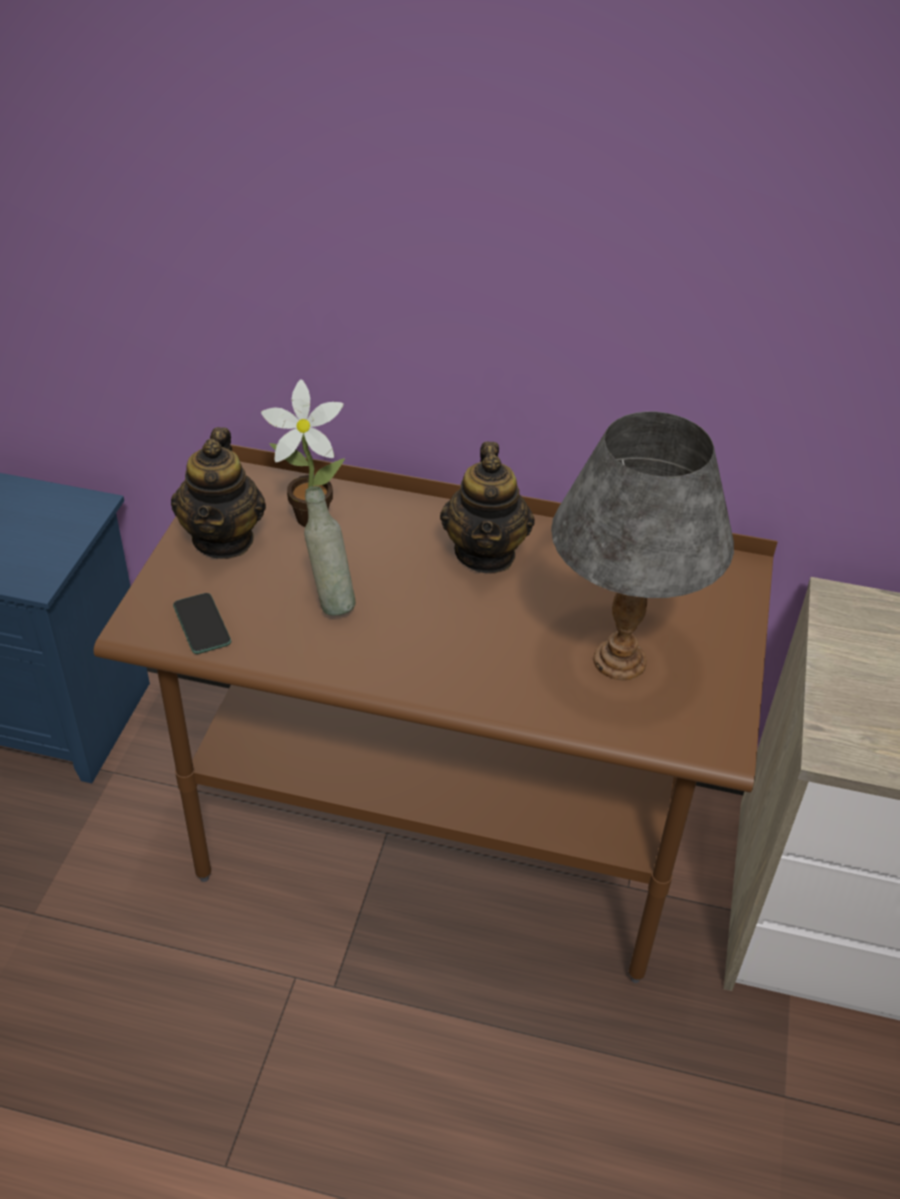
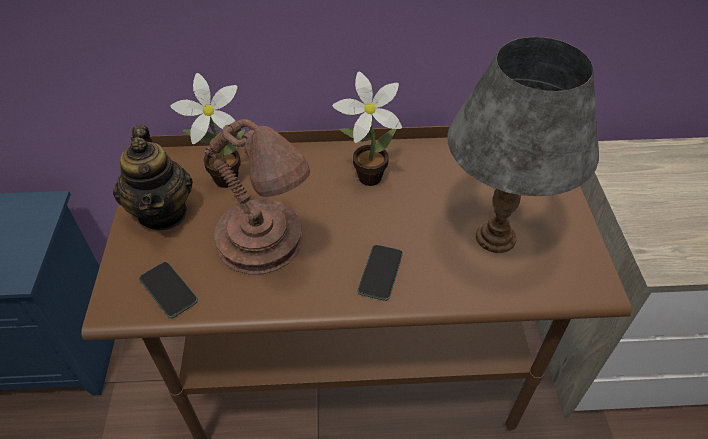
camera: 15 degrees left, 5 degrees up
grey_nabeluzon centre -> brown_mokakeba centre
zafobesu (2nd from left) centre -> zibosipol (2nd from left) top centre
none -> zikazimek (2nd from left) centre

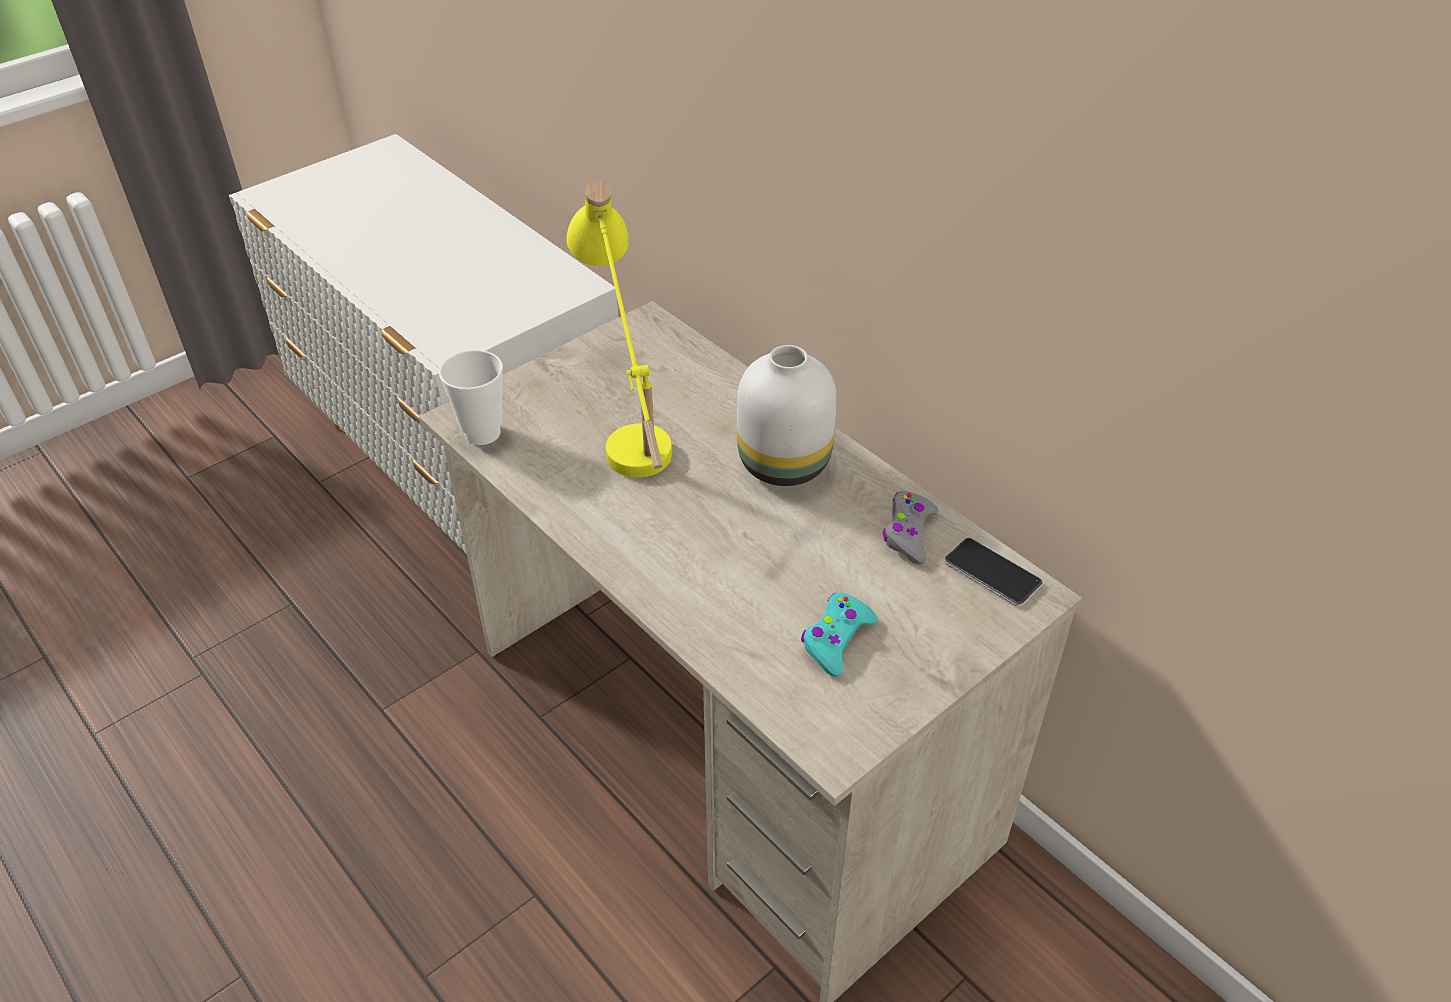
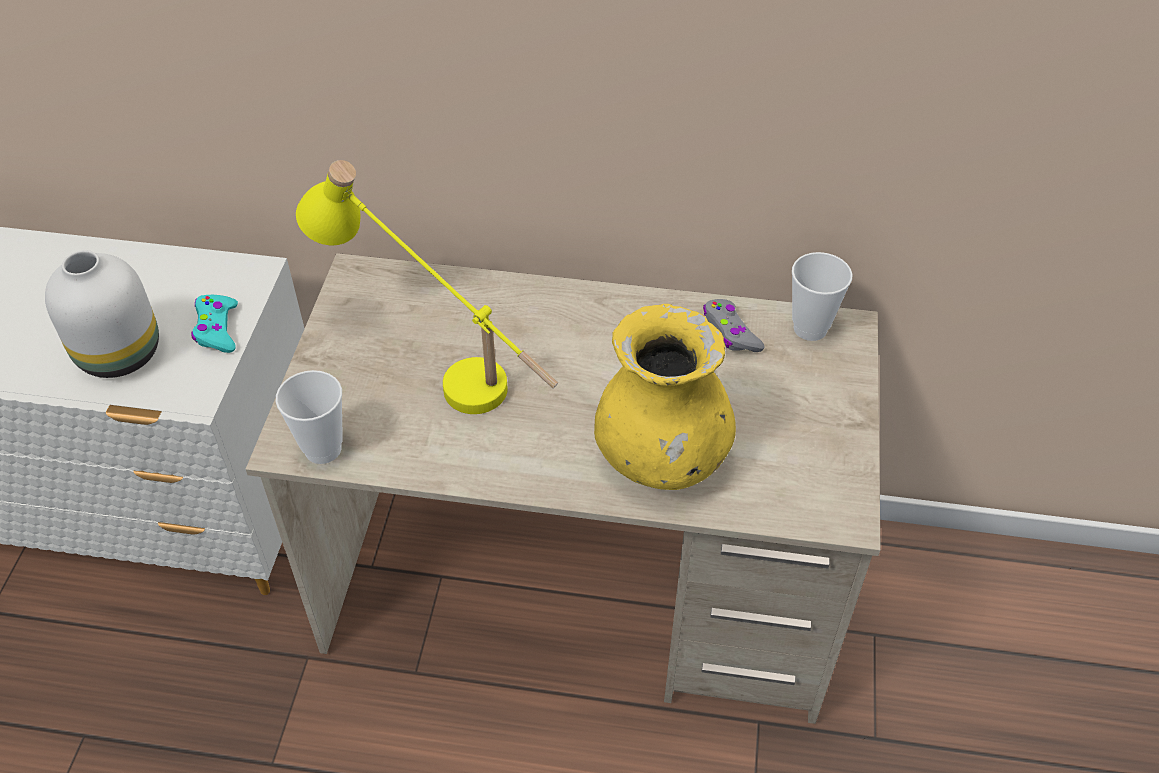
camera: 40 degrees left, 5 degrees up
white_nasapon centre -> white_nasapon middle left, moved
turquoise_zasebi centre -> turquoise_zasebi middle left, moved
zikazimek middle right -> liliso (2nd from left) middle right
none -> yellow_nasapon centre

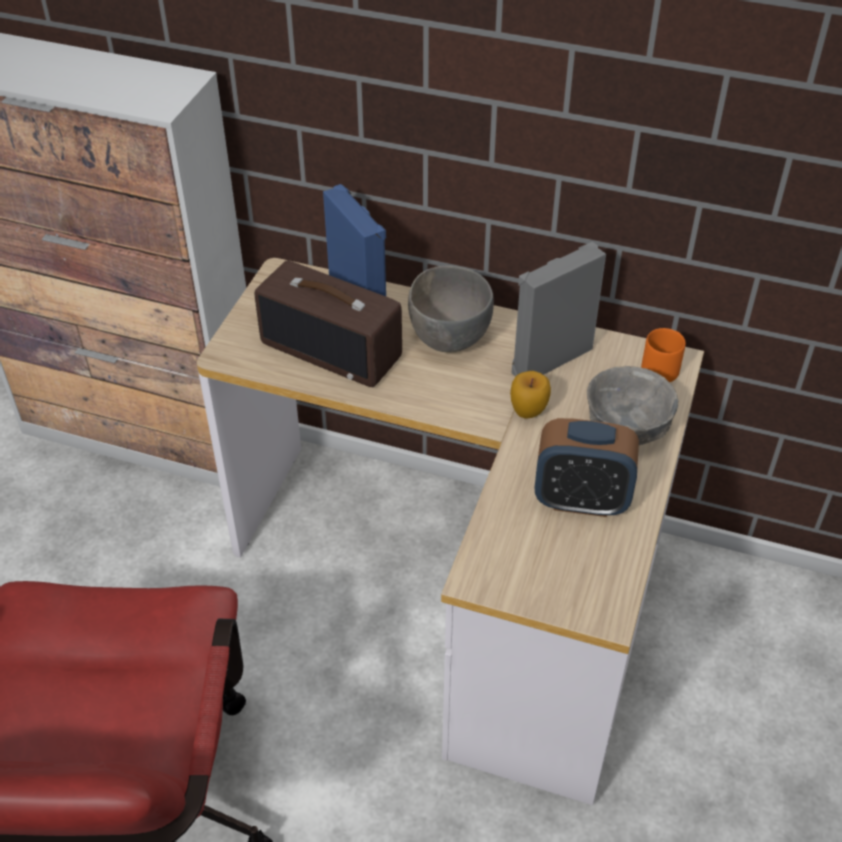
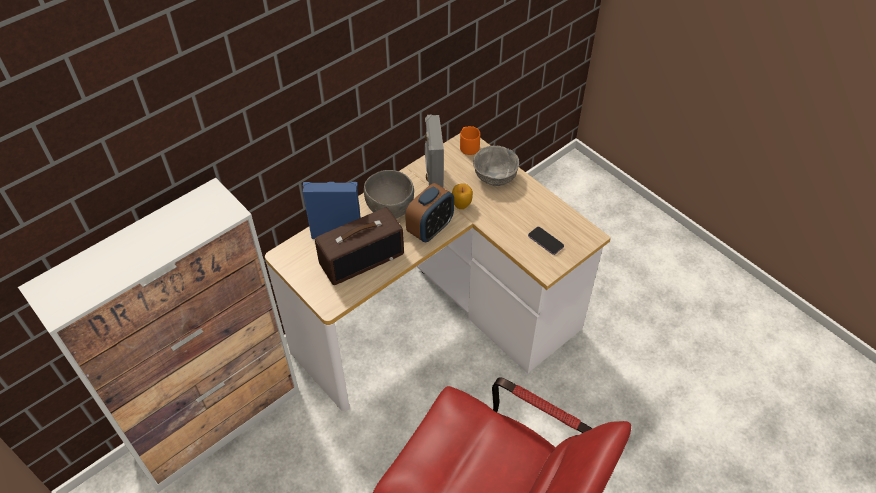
camera: 60 degrees left, 5 degrees up
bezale middle right -> bezale centre, moved
none -> zikazimek centre

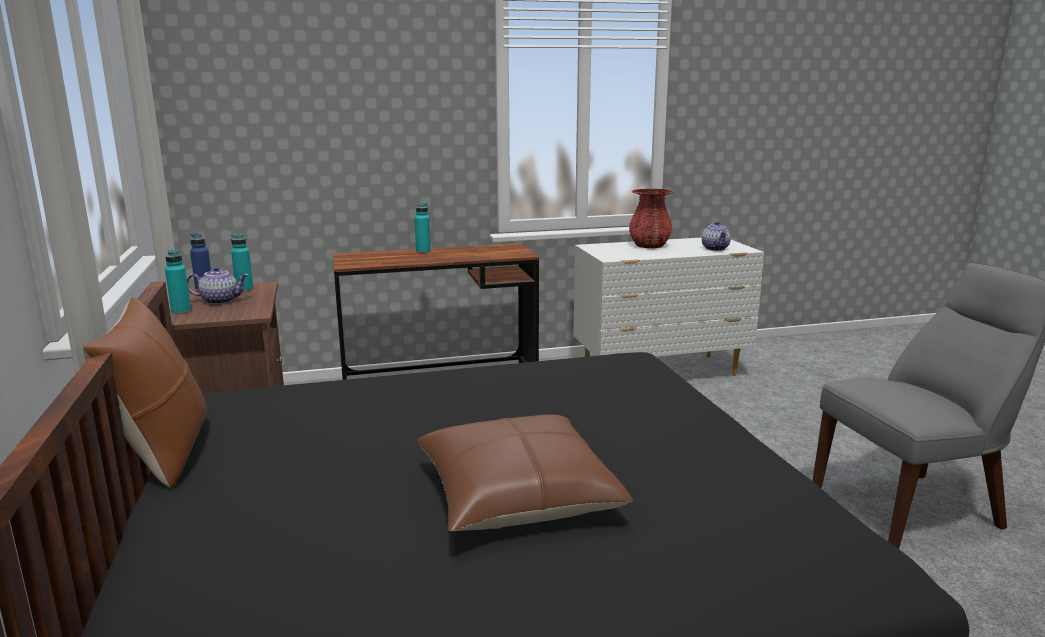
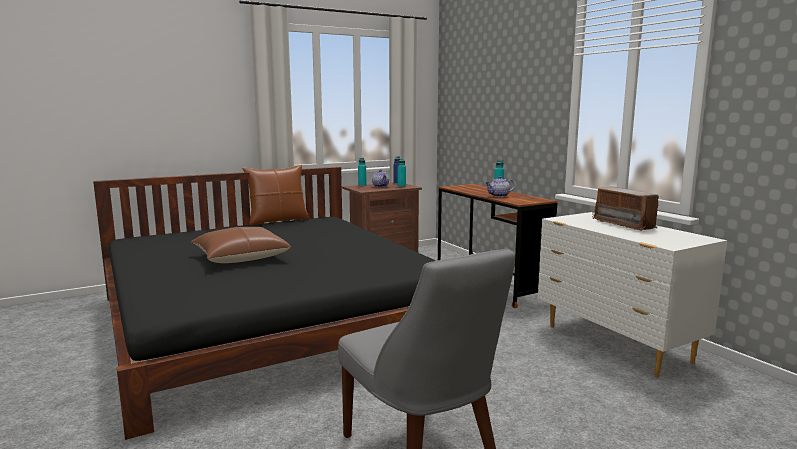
camera: 75 degrees right, 5 degrees down
red_nasapon centre -> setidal middle right
zafobesu (2nd from left) middle right -> zafobesu (2nd from left) centre, moved

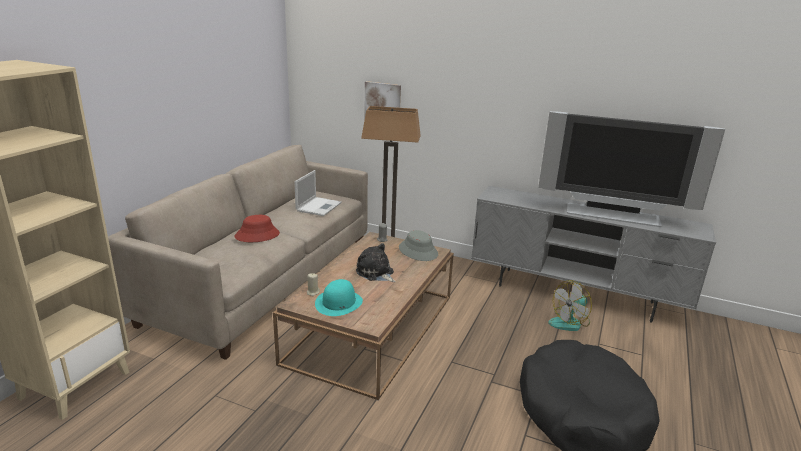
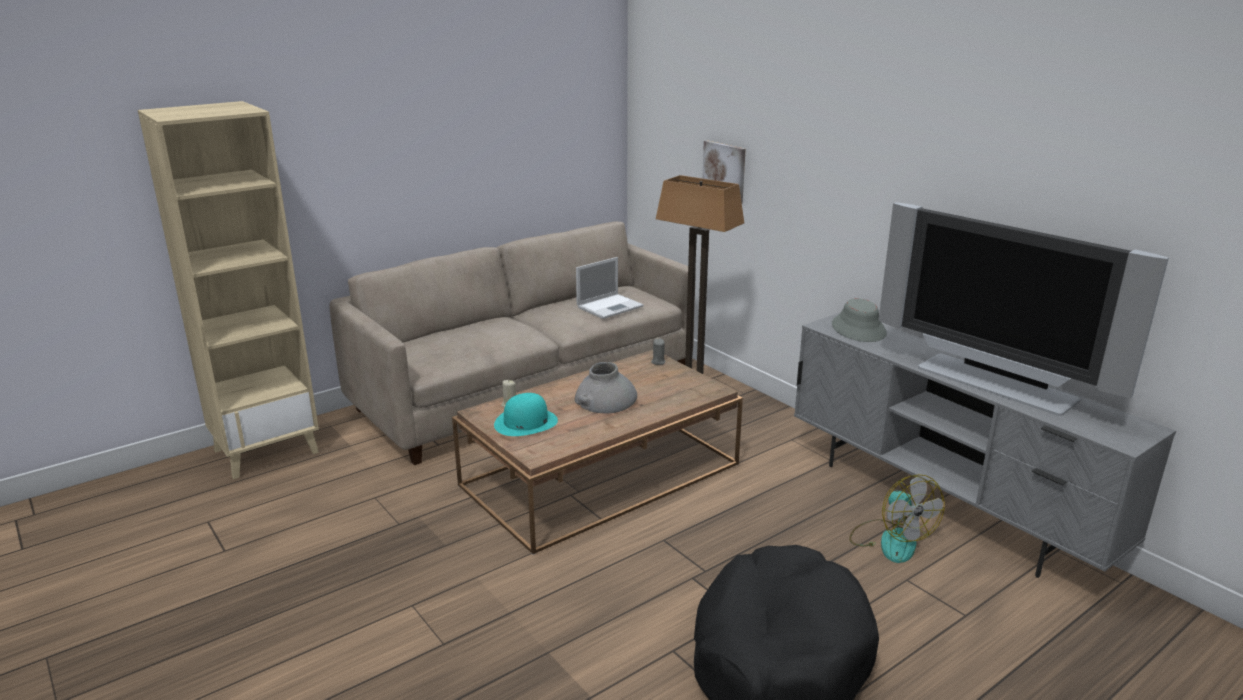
camera: 30 degrees right, 0 degrees up
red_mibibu middle left -> none
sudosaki centre -> grey_nasapon centre
grey_mibibu centre -> grey_mibibu middle right, moved
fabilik bottom right, 105 degrees counterclockwise

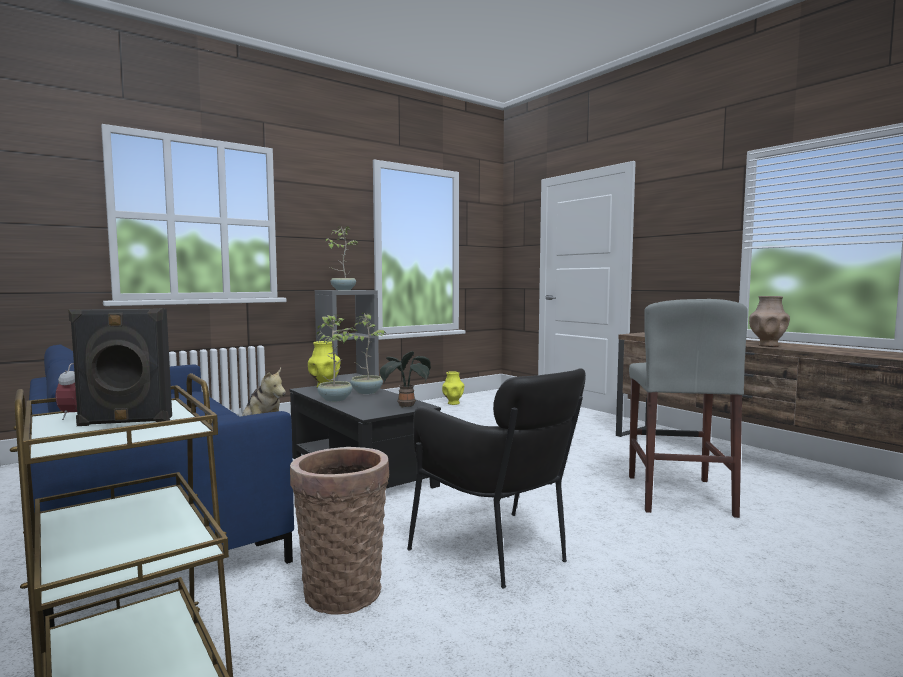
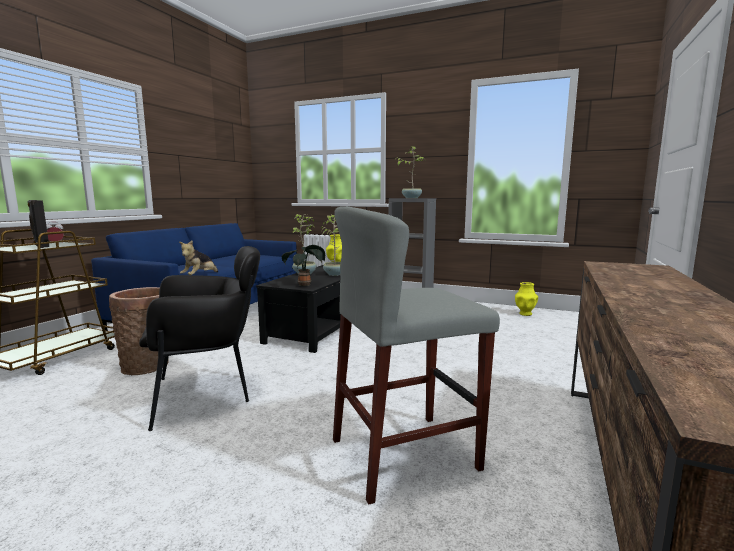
camera: 60 degrees right, 5 degrees up
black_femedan bottom centre -> black_femedan middle left, 135 degrees counterclockwise
brown_nasapon middle right -> none

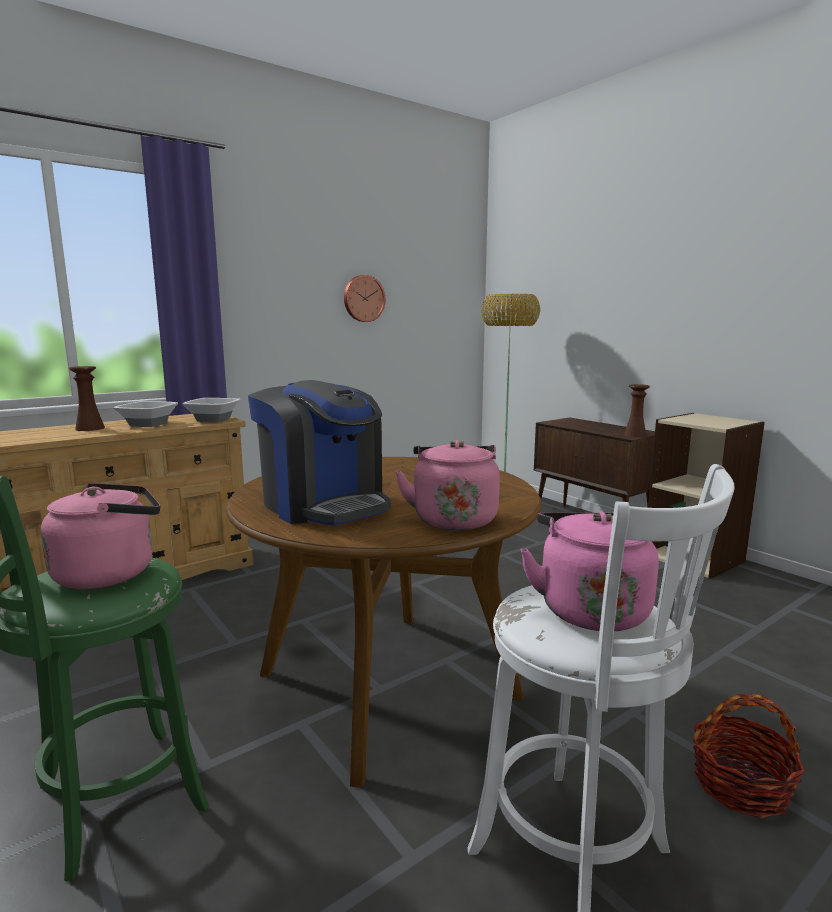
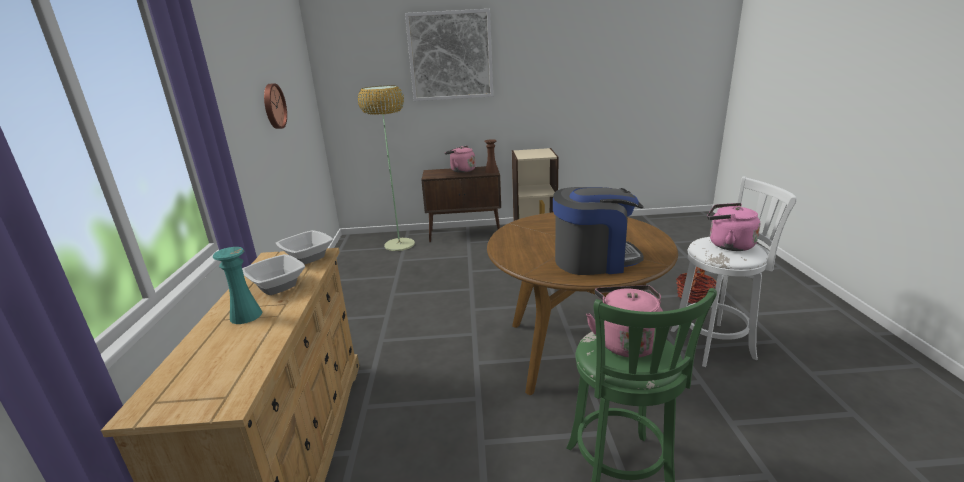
camera: 55 degrees left, 10 degrees up
brown_nasapon (1st from left) middle left -> turquoise_nasapon middle left
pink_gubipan (2nd from left in the first image) centre -> pink_gubipan (1st from left) top centre, moved
none -> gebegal top centre

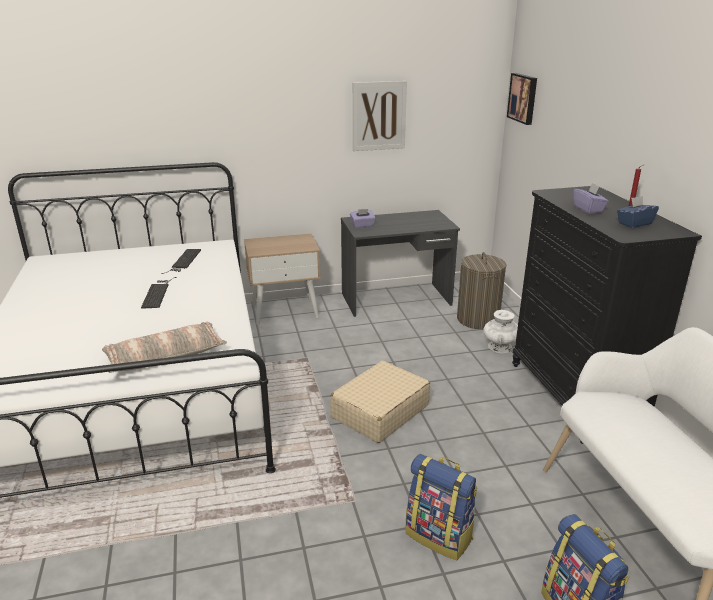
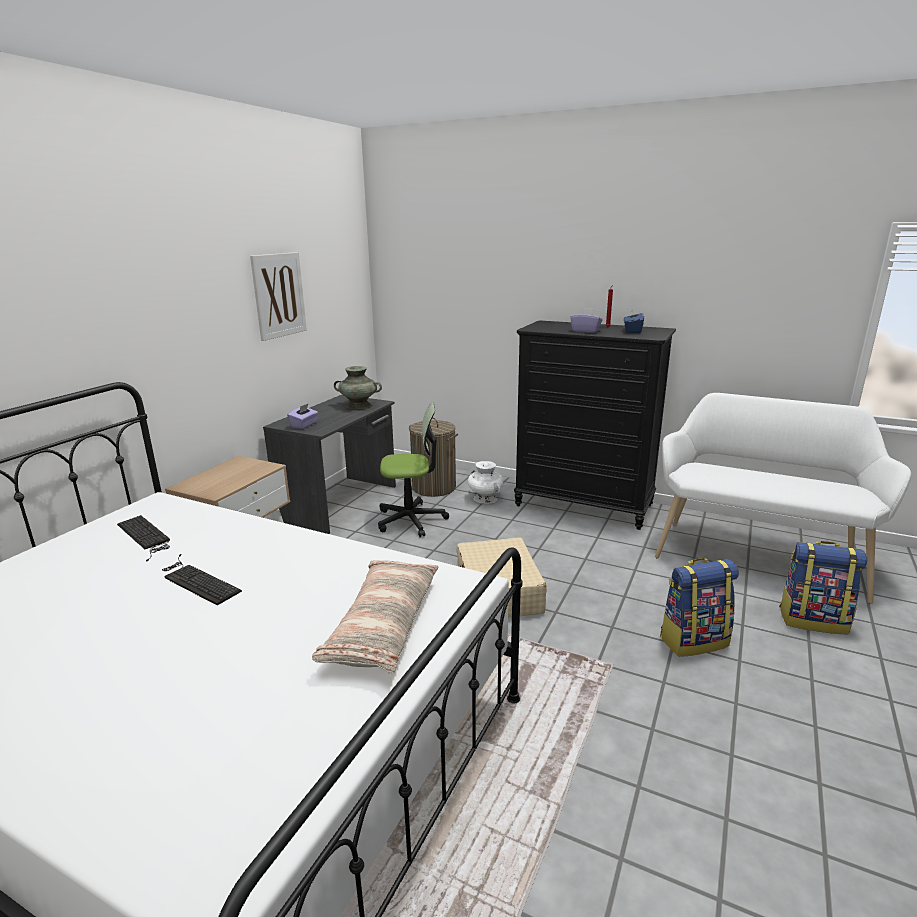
camera: 50 degrees left, 5 degrees down
gebegal (2nd from left) top right -> none
none -> turquoise_nasapon centre
none -> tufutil centre

